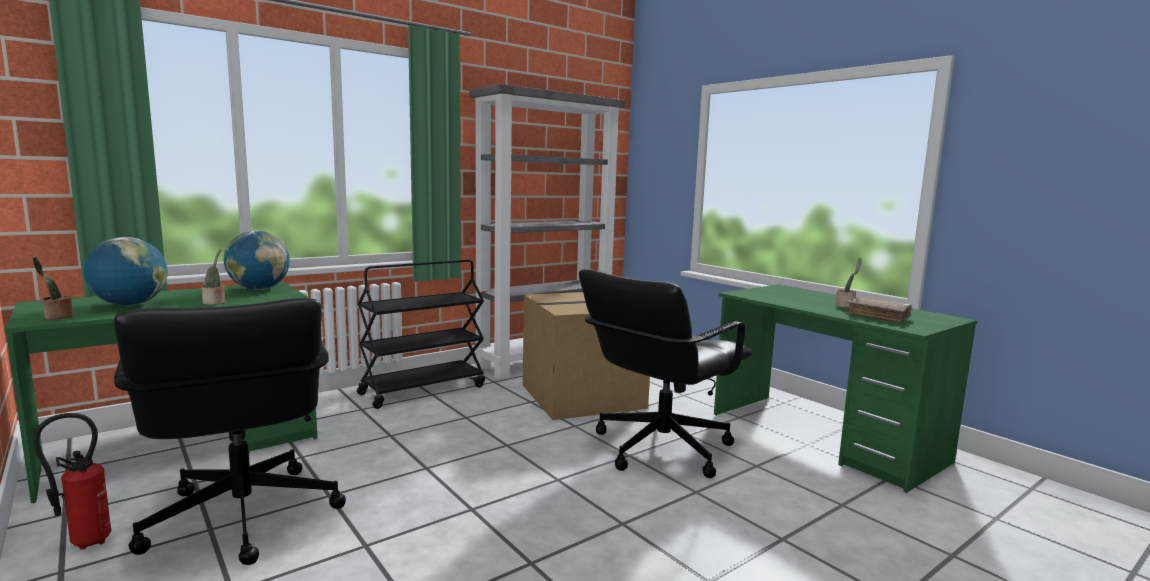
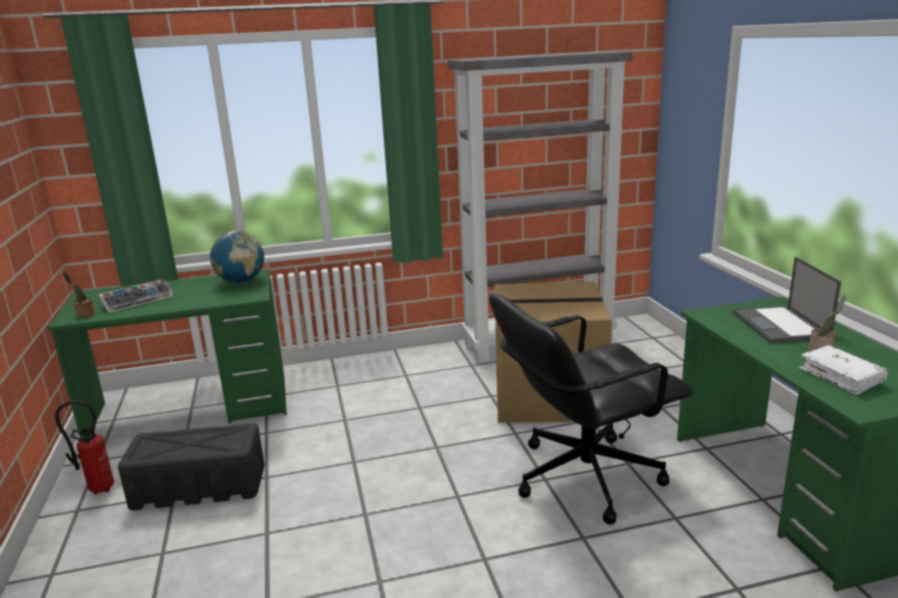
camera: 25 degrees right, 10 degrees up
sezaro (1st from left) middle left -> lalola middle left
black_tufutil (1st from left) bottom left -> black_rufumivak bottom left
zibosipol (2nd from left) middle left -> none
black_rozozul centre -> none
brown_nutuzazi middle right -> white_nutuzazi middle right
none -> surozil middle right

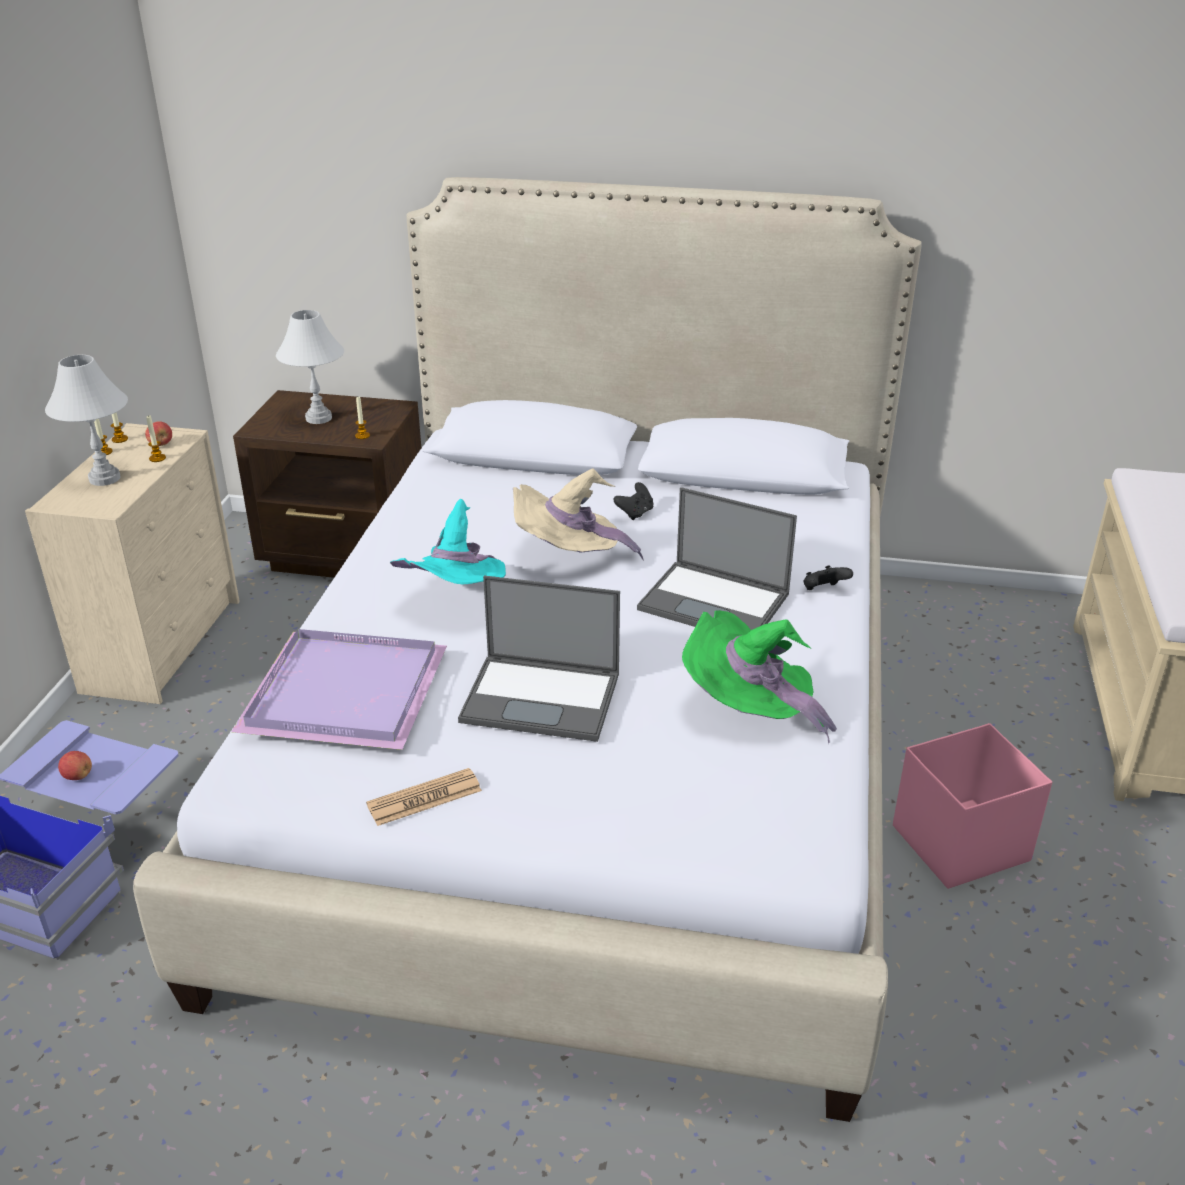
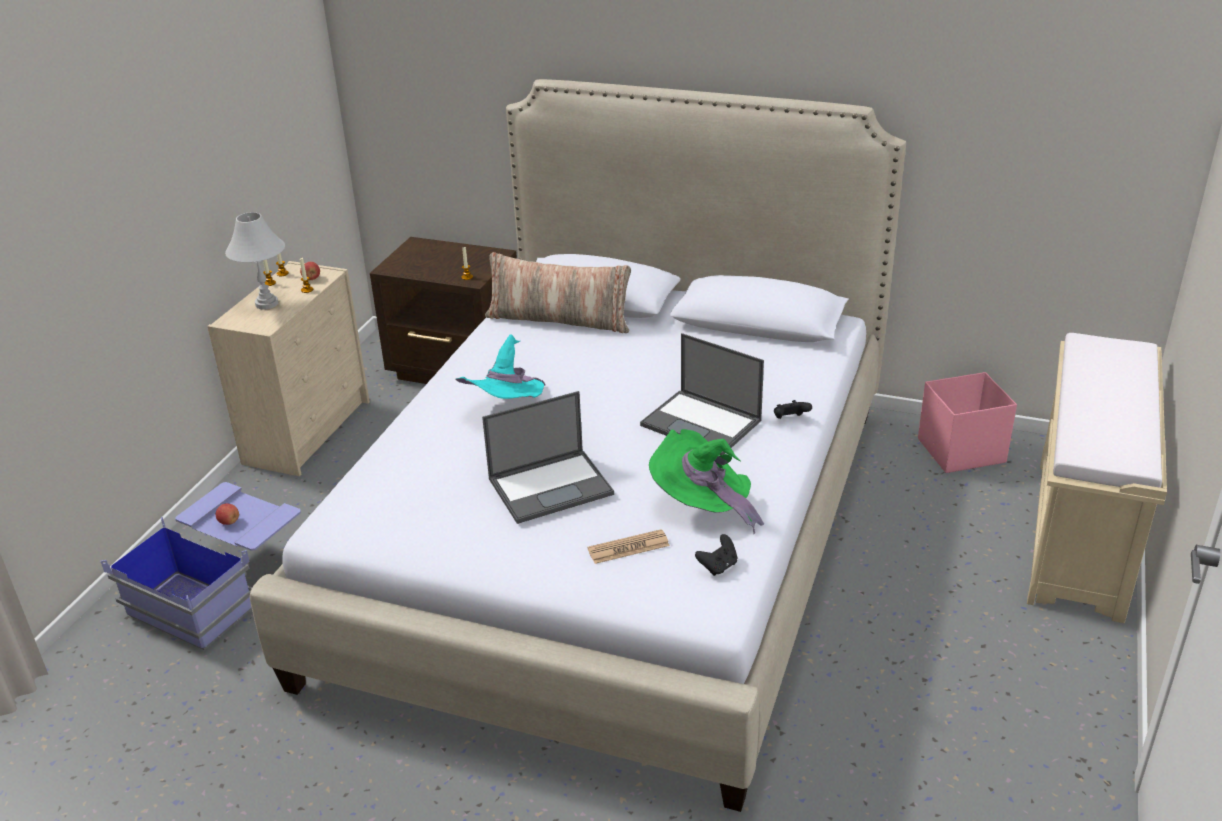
camera: 10 degrees right, 0 degrees up
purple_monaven middle left -> none
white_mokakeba (2nd from left) top left -> none
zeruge bottom centre -> zeruge centre, moved
surozil (1st from left) centre, 45 degrees counterclockwise
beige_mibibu centre -> none
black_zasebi (1st from left) centre -> black_zasebi (1st from left) bottom centre, moved
pink_rufumivak bottom right -> pink_rufumivak middle right, moved
none -> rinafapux centre

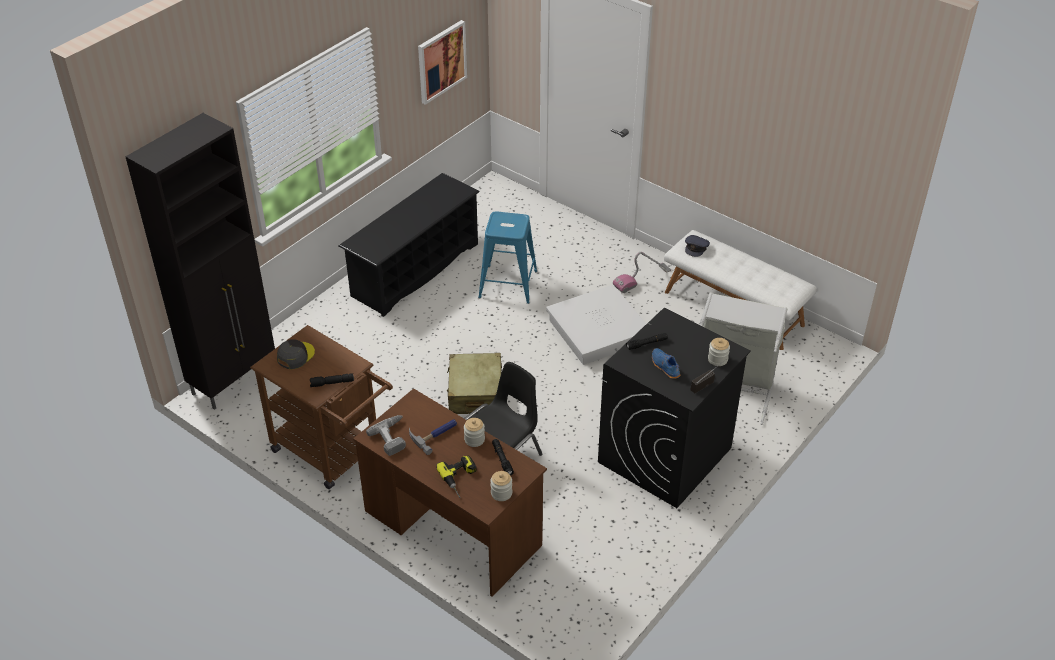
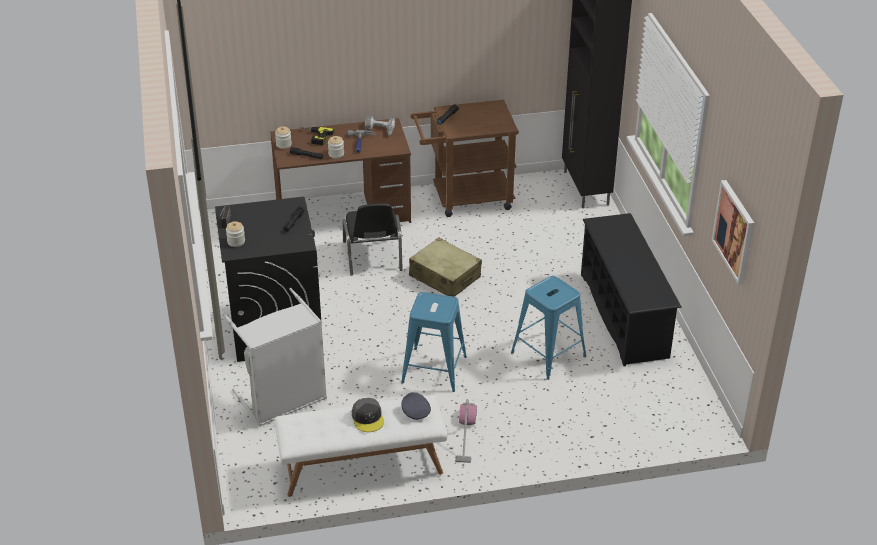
camera: 130 degrees right, 5 degrees down
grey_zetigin (1st from left) middle left -> grey_zetigin (1st from left) bottom centre, moved
white_rufumivak centre -> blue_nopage (1st from left) centre
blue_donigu centre -> none

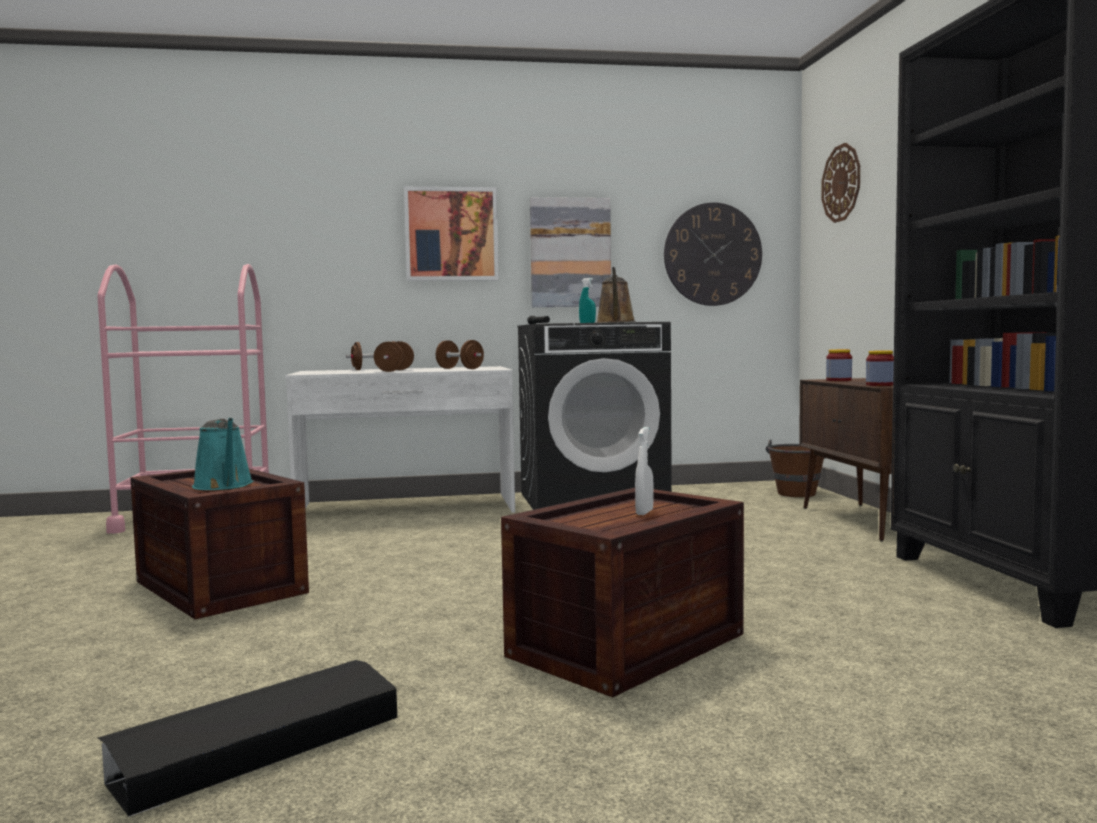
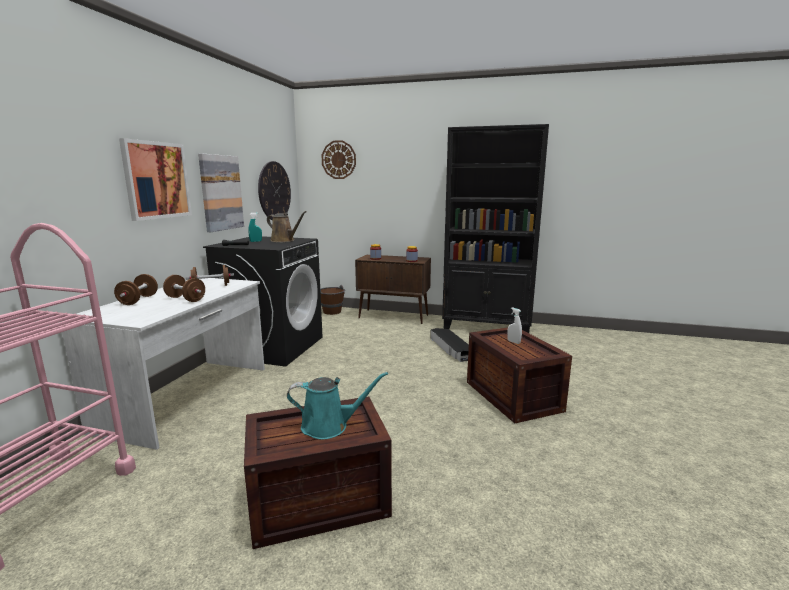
camera: 65 degrees left, 10 degrees up
black_rufumivak bottom left -> black_rufumivak centre, moved

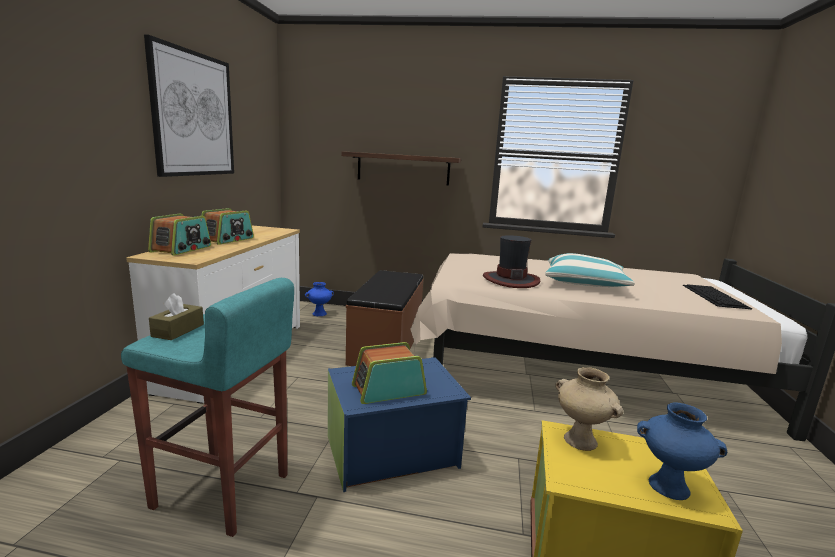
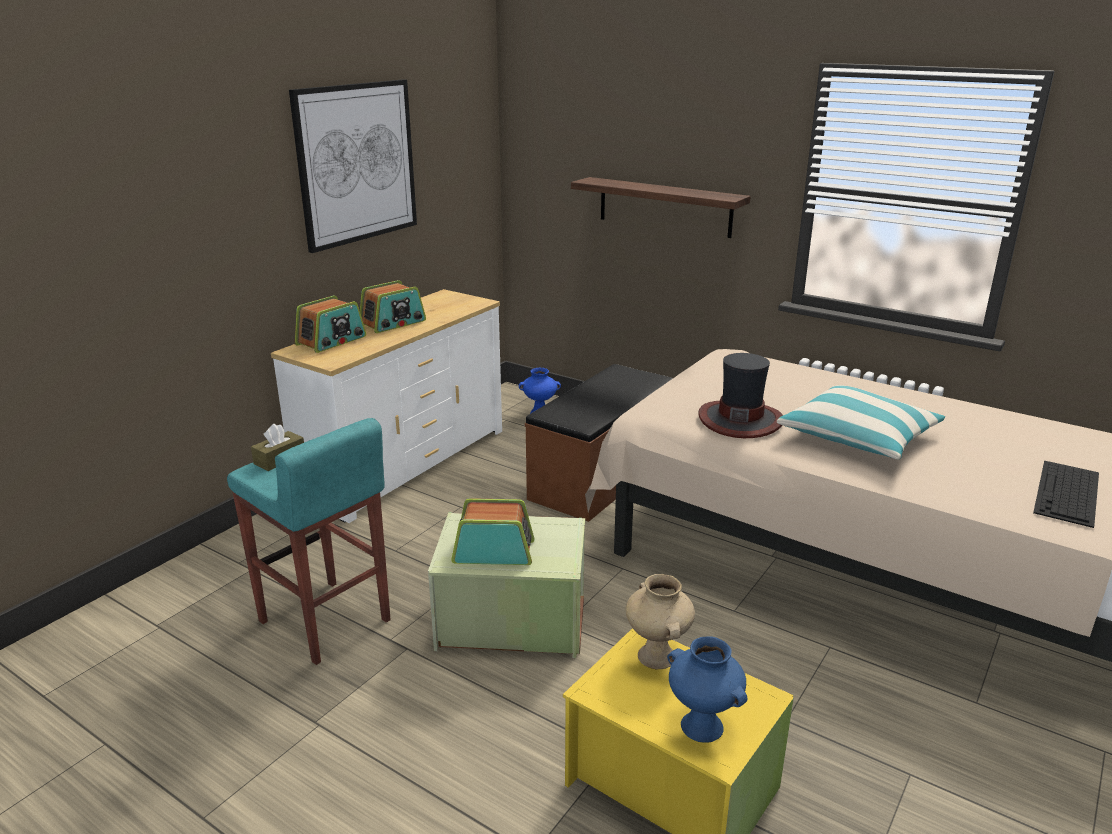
camera: 25 degrees right, 10 degrees up
blue_rufumivak bottom centre -> green_rufumivak bottom centre

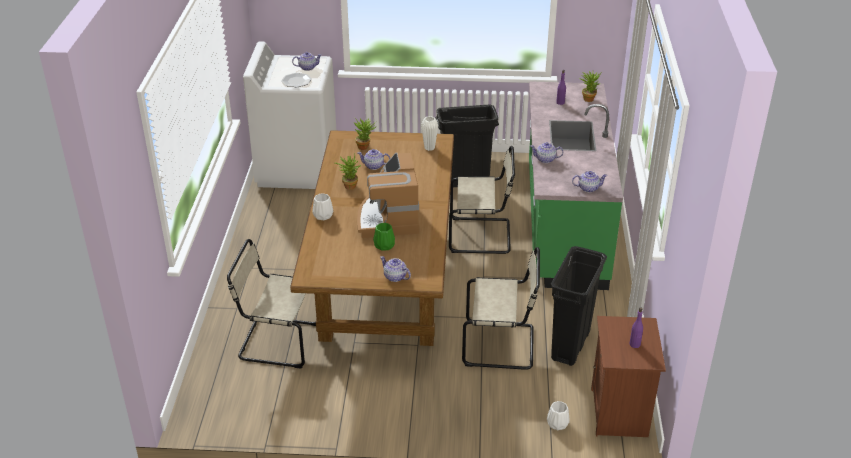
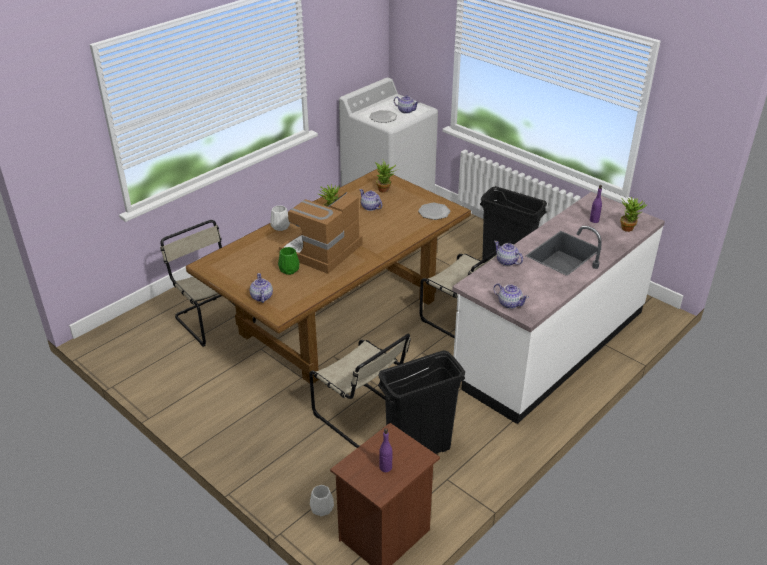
camera: 40 degrees right, 0 degrees up
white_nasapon (2nd from left) top centre -> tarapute (2nd from left) centre
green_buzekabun middle right -> white_buzekabun middle right

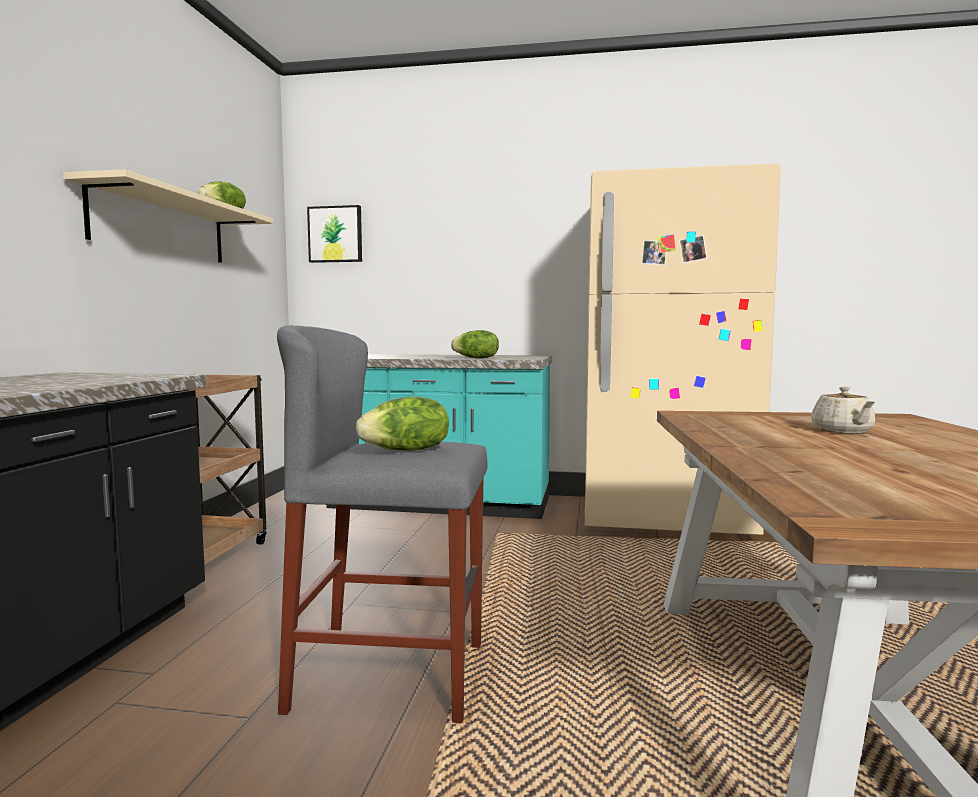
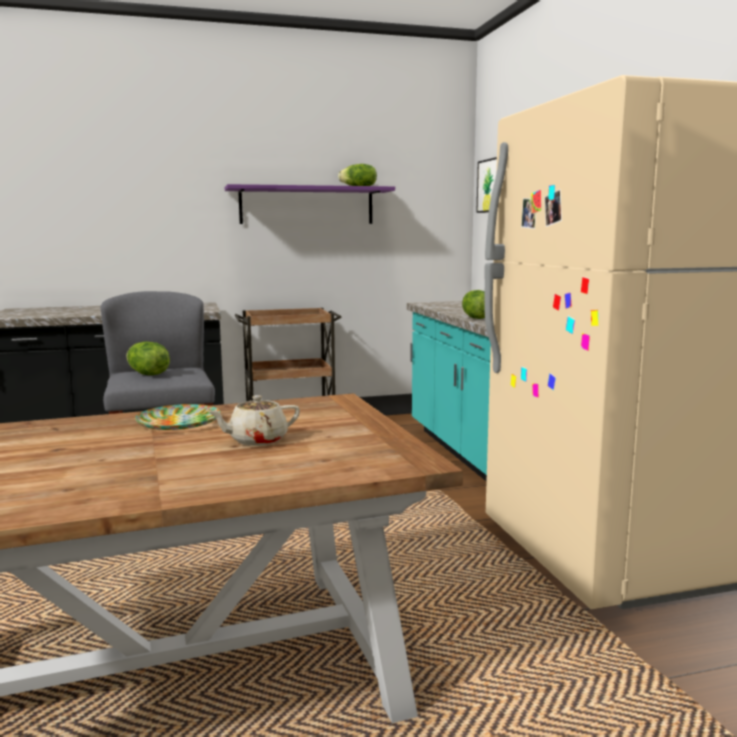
camera: 65 degrees right, 5 degrees up
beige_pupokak top left -> purple_pupokak top centre
none -> tarapute middle left

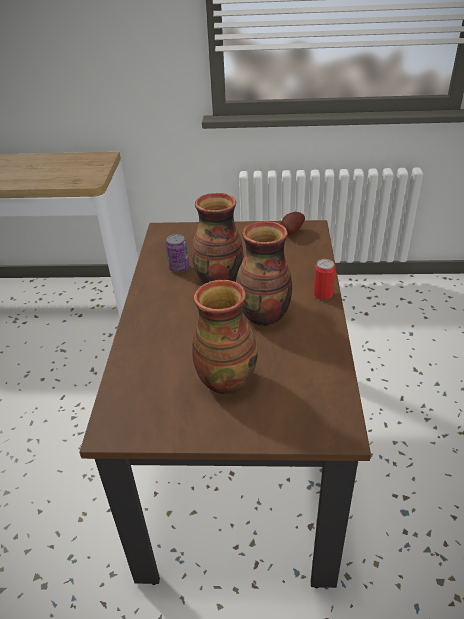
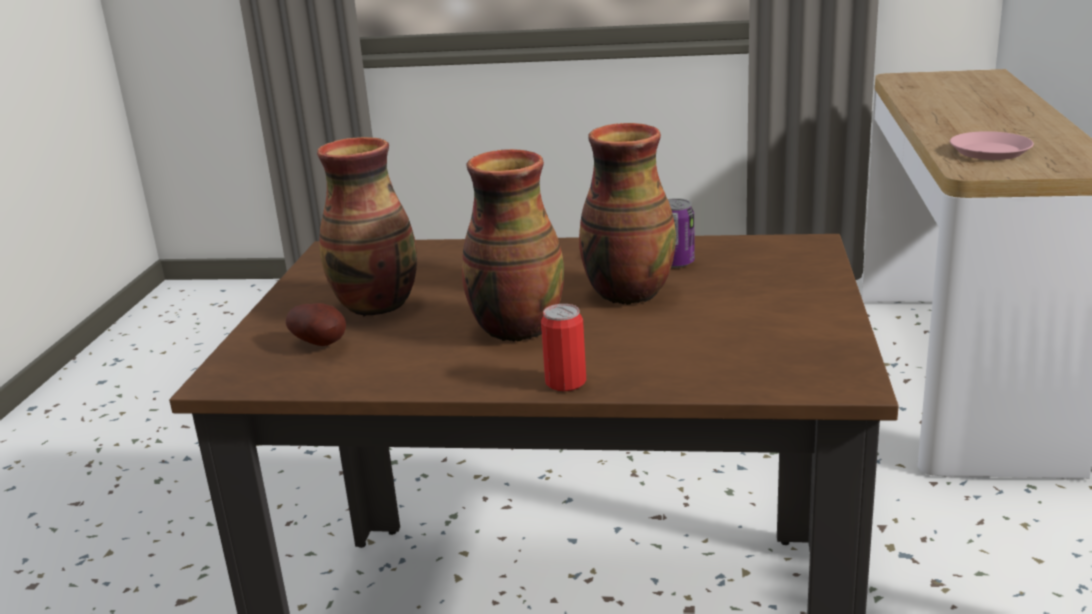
camera: 95 degrees right, 15 degrees down
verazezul centre -> verazezul middle left, moved
none -> pink_tarapute top right

